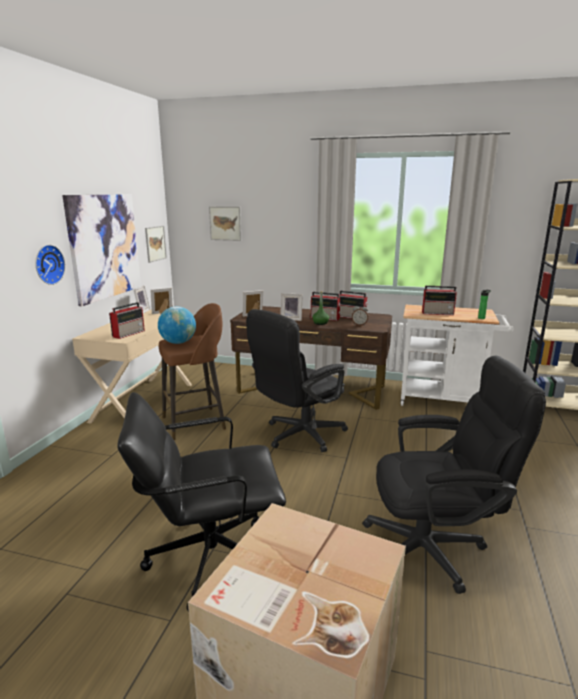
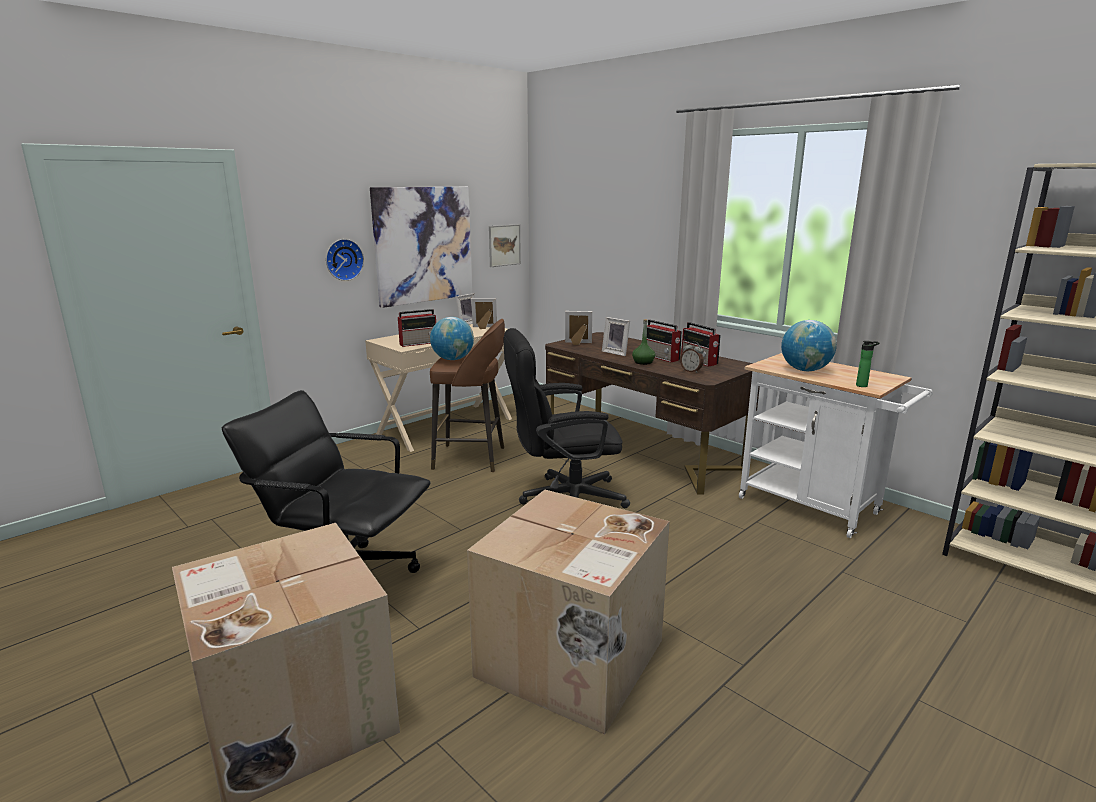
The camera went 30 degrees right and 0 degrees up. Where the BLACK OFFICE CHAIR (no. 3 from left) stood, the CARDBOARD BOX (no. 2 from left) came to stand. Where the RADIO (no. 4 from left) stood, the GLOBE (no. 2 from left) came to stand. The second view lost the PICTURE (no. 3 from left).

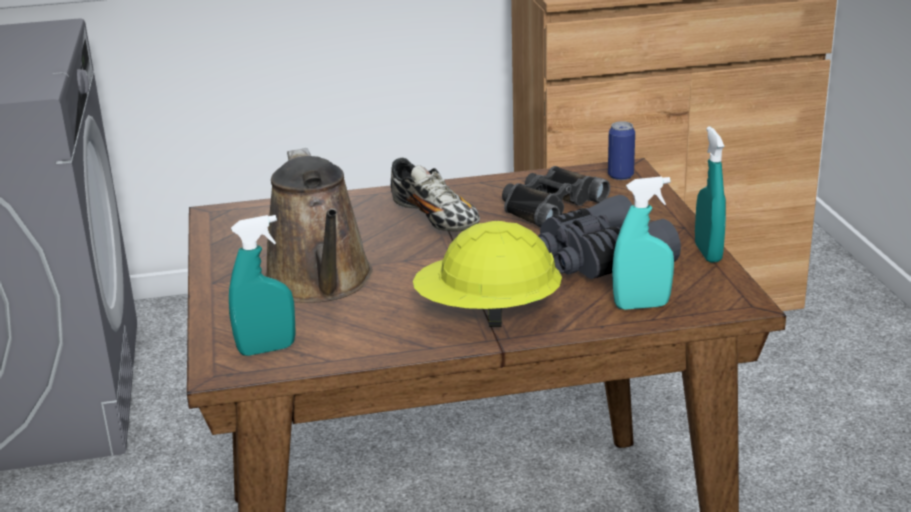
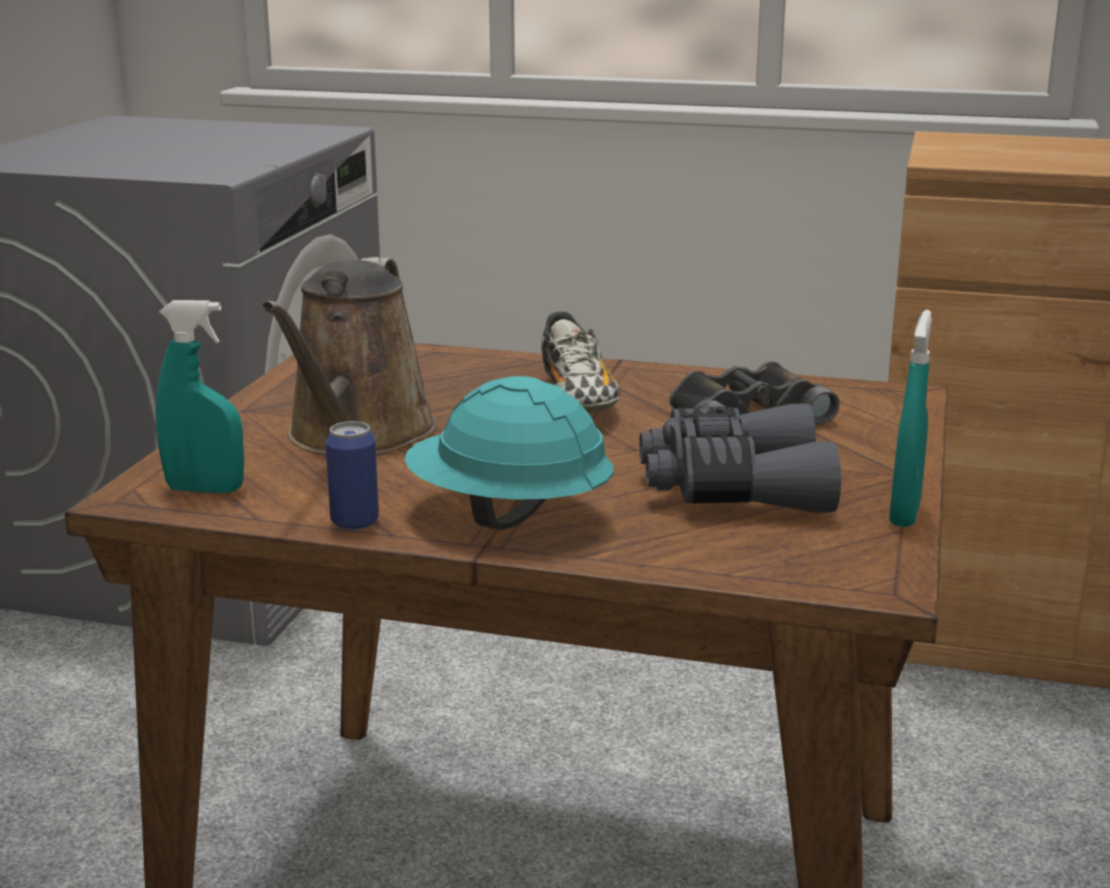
The camera went 25 degrees right and 5 degrees down. The CAN ended up elsewhere. What was the YELLOW HARD HAT turned into the TURQUOISE HARD HAT. The second view lost the TURQUOISE SPRAY BOTTLE (no. 2 from left).

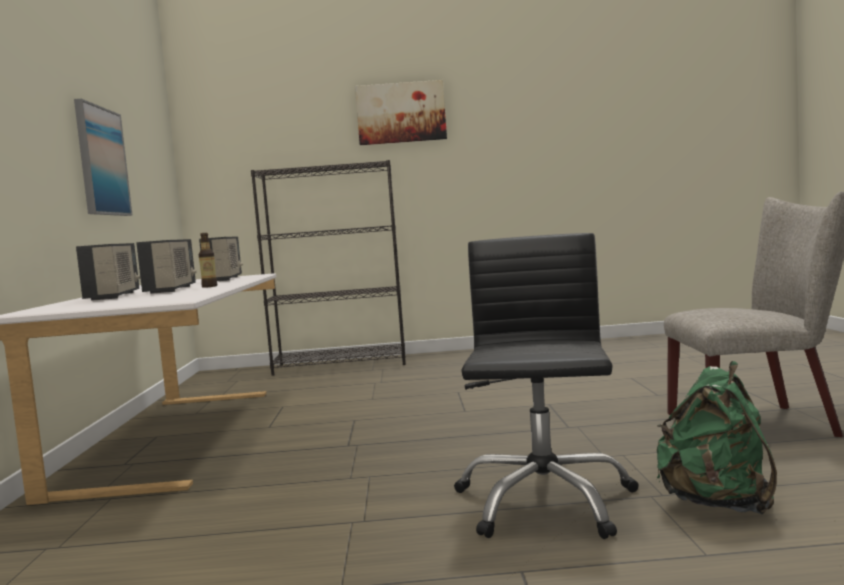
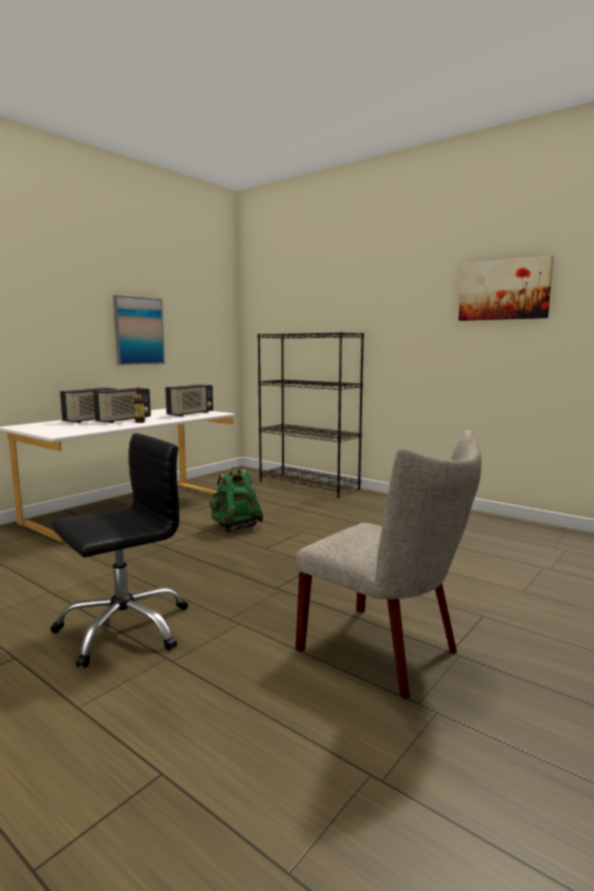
The camera went 40 degrees right and 5 degrees up. The GREEN BACKPACK ended up elsewhere. The PICTURE (no. 2 from left) ended up elsewhere.

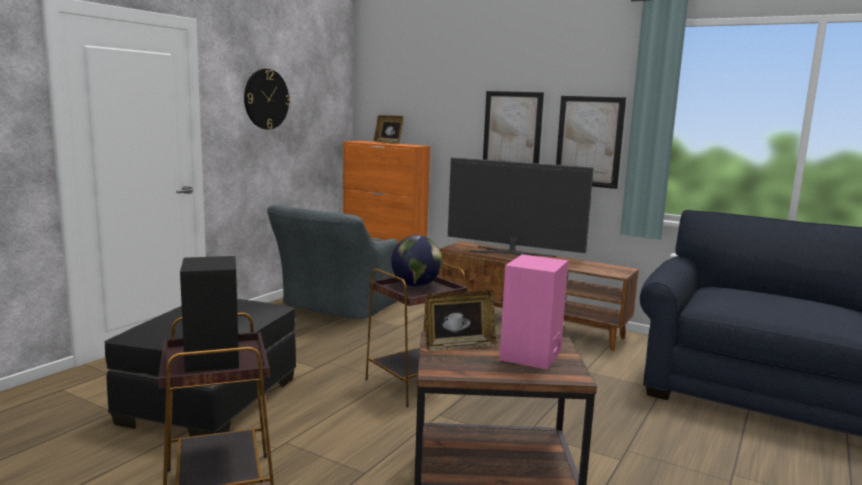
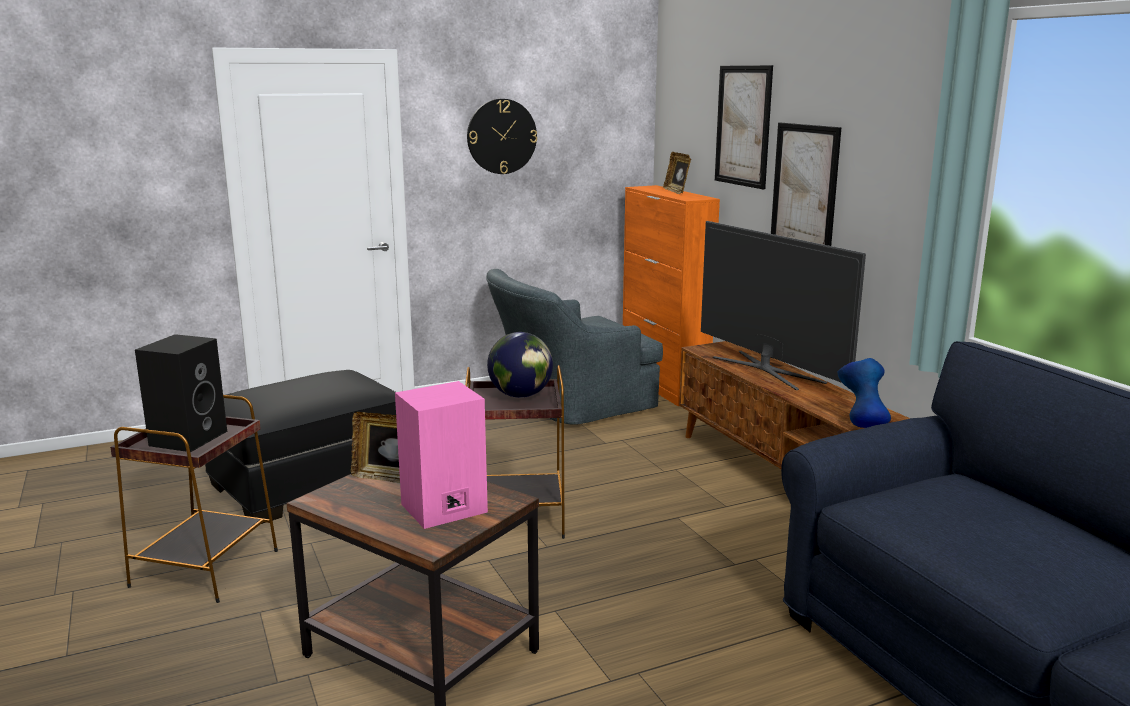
The camera went 35 degrees right and 5 degrees up. The PICTURE (no. 2 from left in the first image) ended up elsewhere. The second view gained the BLUE VASE.

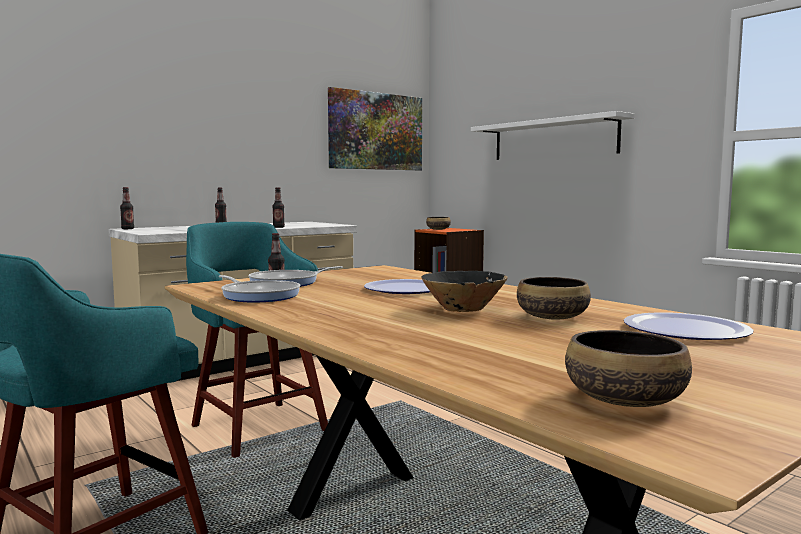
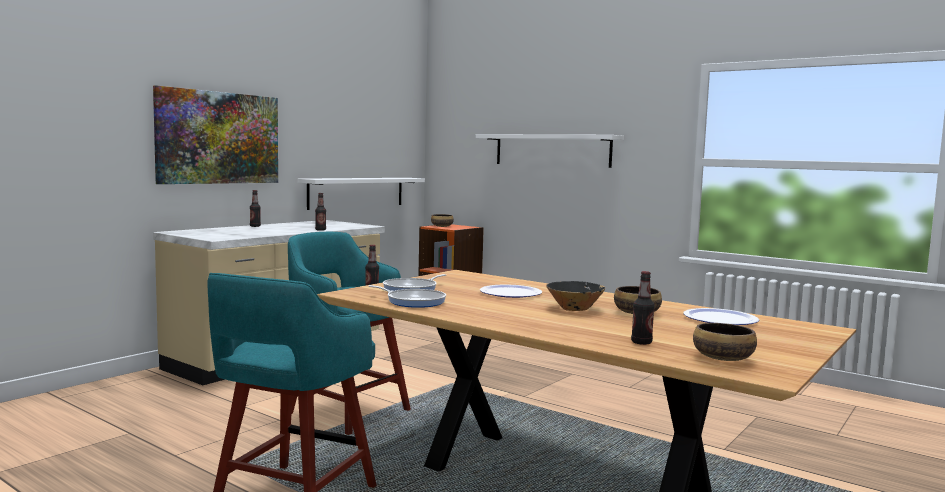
The camera went 15 degrees left and 0 degrees up. The PICTURE ended up elsewhere. The second view gained the WHITE SHELF (no. 1 from left). The BOTTLE (no. 1 from left in the first image) ended up elsewhere.

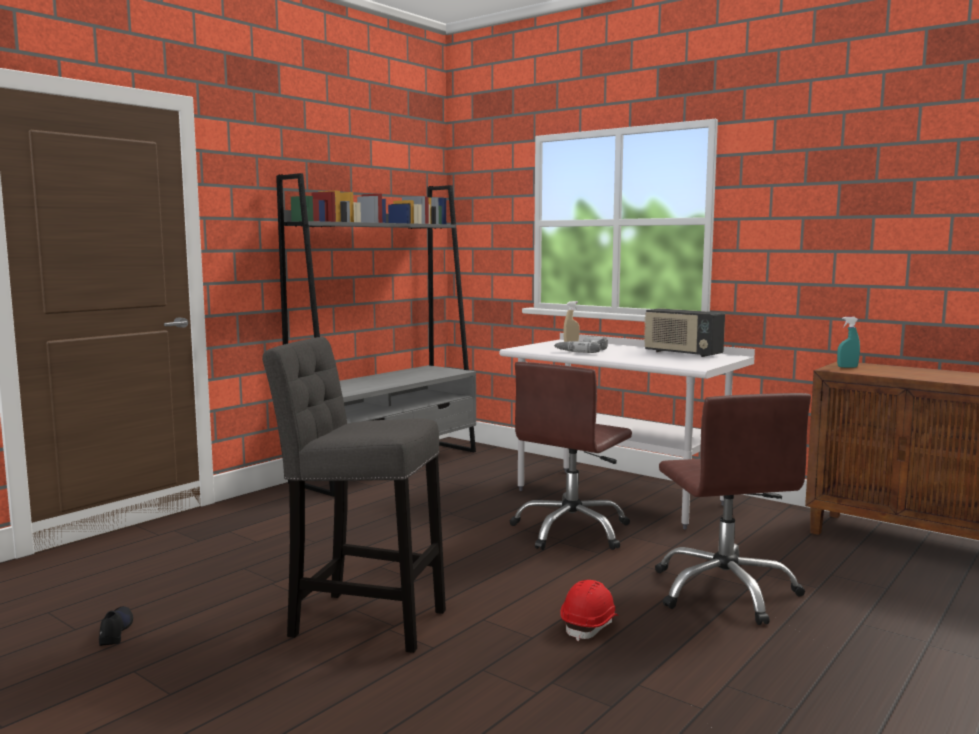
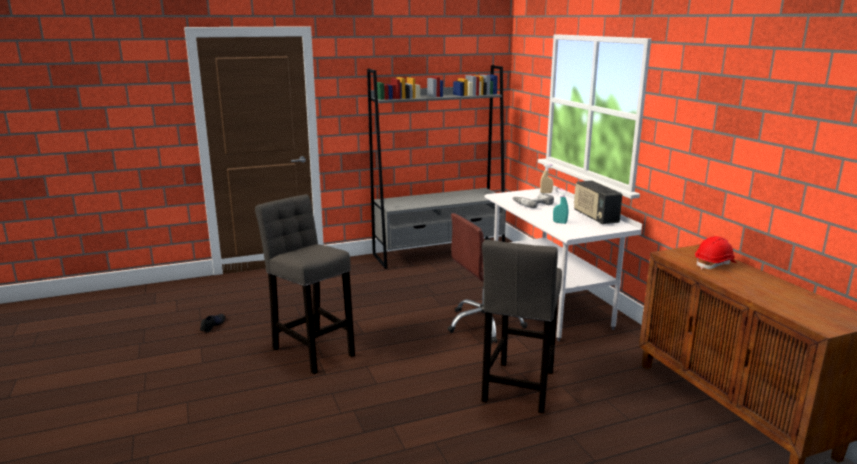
The camera went 30 degrees right and 10 degrees up. Where the BROWN OFFICE CHAIR (no. 2 from left) stood, the GREY STOOL (no. 2 from left) came to stand. The TURQUOISE SPRAY BOTTLE ended up elsewhere. The RED HARD HAT ended up elsewhere.

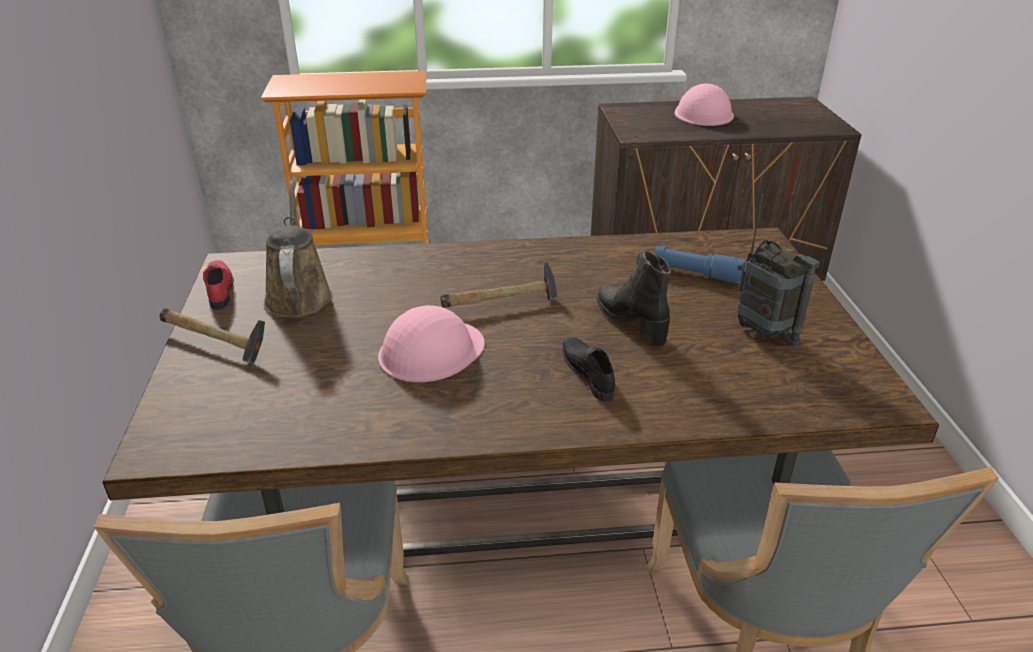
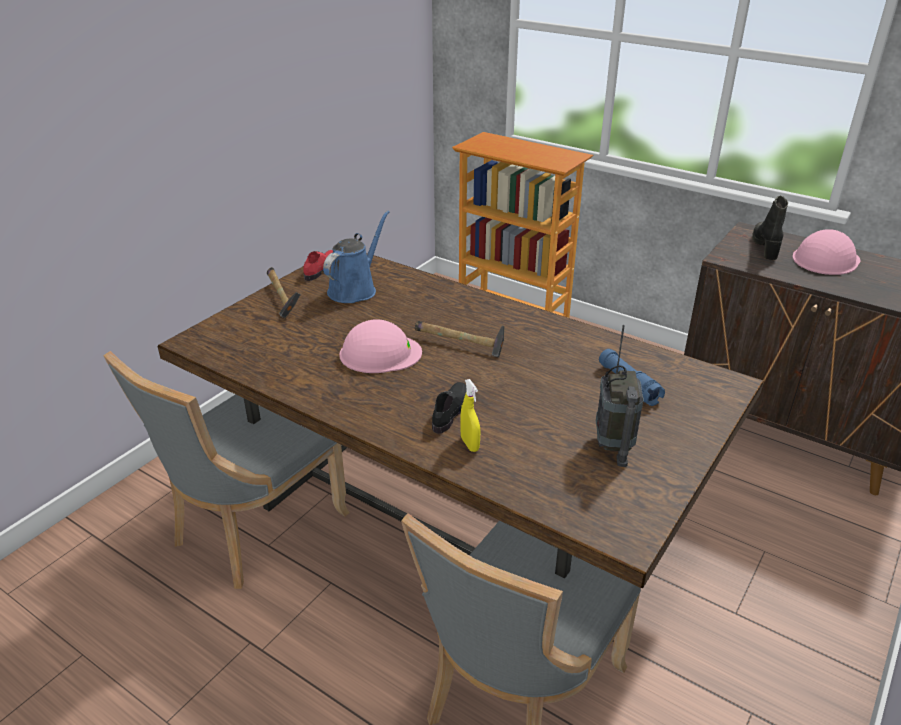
The camera went 40 degrees right and 0 degrees up. What was the BROWN WATERING CAN turned into the BLUE WATERING CAN. The second view gained the YELLOW SPRAY BOTTLE. The BLACK BOOT ended up elsewhere.

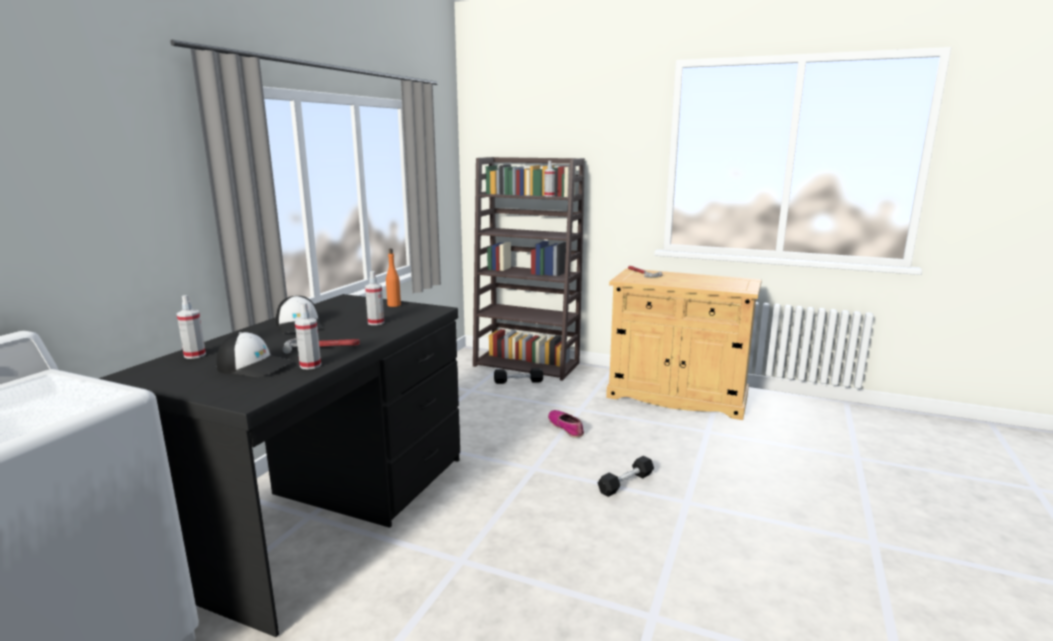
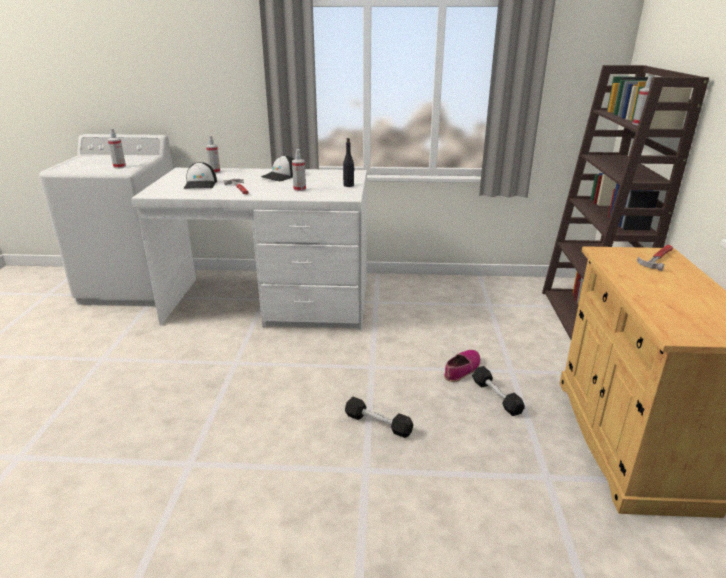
The camera went 70 degrees right and 10 degrees up. The SPRAY BOTTLE (no. 2 from left in the first image) ended up elsewhere. What was the BLACK DESK turned into the WHITE DESK. What was the ORANGE BOTTLE turned into the BLACK BOTTLE. The BLACK DUMBBELL (no. 1 from left in the first image) ended up elsewhere.

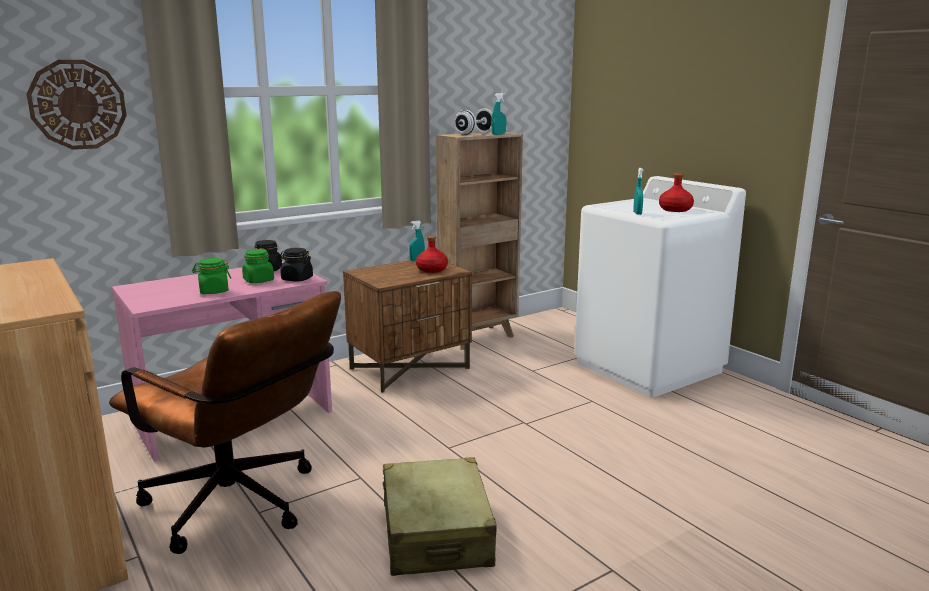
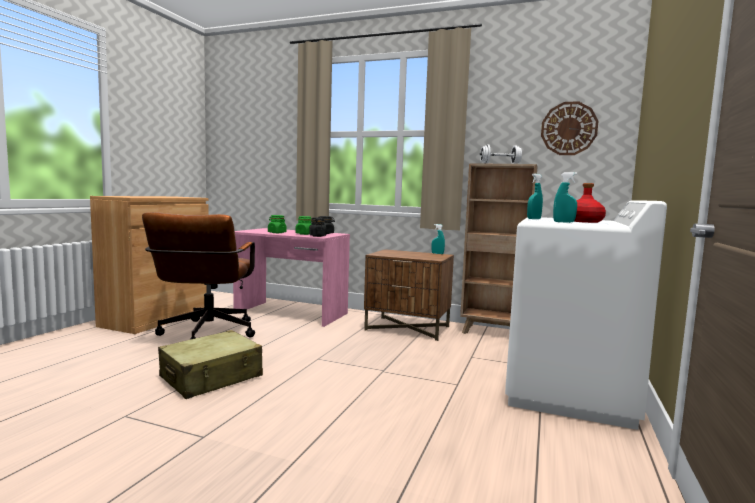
The camera went 55 degrees right and 10 degrees down. The WALL CLOCK ended up elsewhere. The TURQUOISE SPRAY BOTTLE (no. 2 from left in the first image) ended up elsewhere. The second view lost the RED BOTTLE (no. 1 from left).

